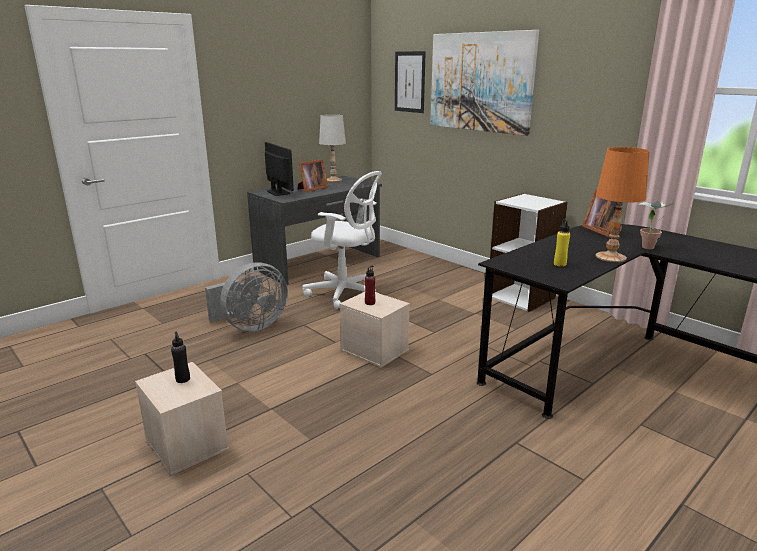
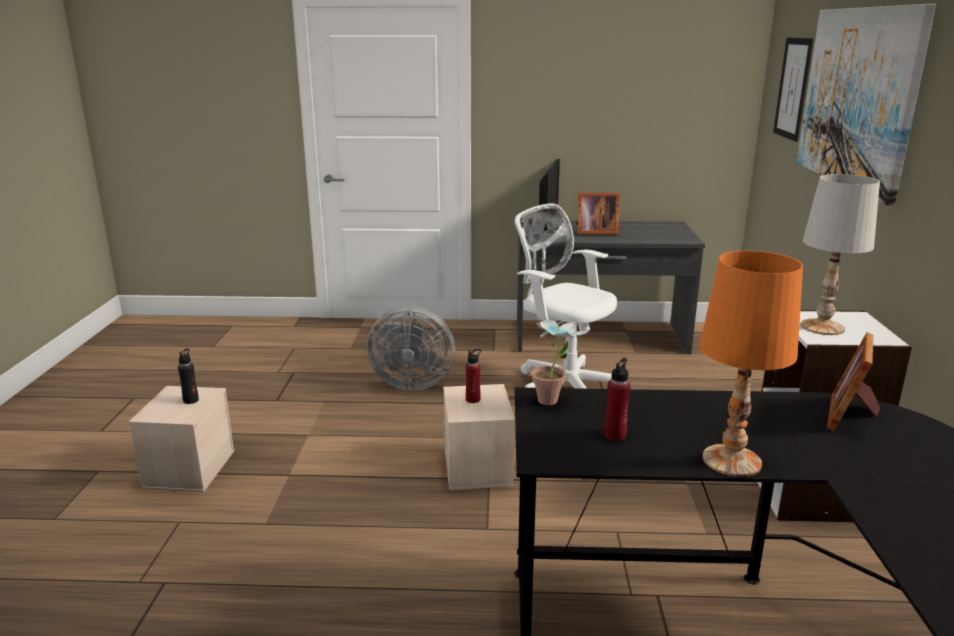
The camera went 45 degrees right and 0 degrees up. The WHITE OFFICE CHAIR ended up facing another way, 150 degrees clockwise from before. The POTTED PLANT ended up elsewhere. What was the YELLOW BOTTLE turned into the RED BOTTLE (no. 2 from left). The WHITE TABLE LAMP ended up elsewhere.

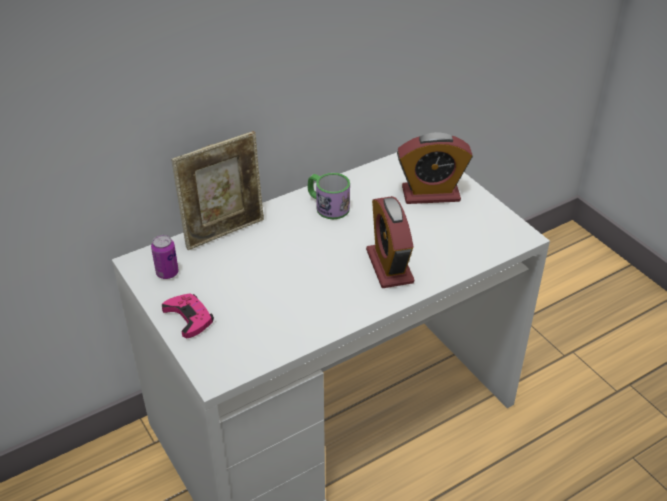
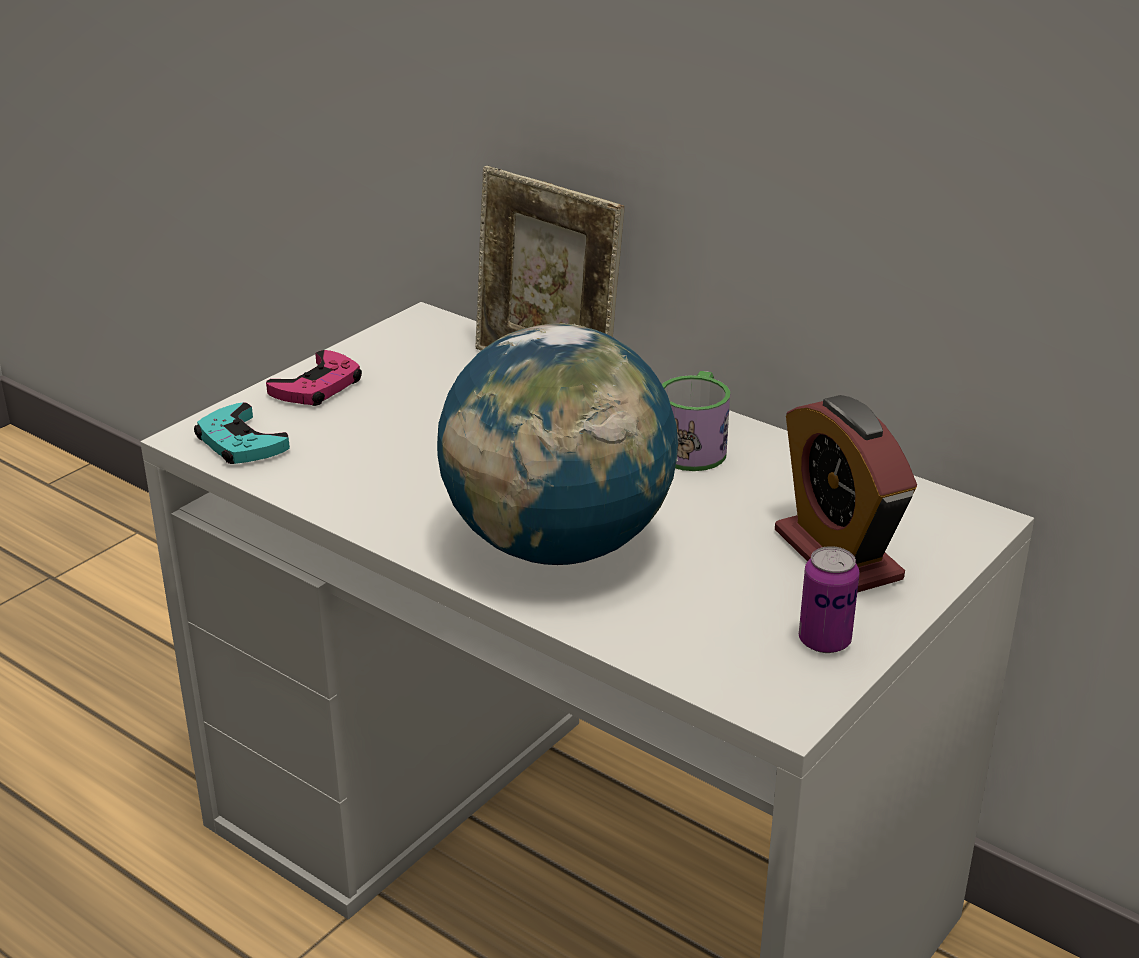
The camera went 70 degrees right and 10 degrees down. The second view gained the TURQUOISE GAME CONTROLLER. Where the ALARM CLOCK (no. 1 from left) stood, the GLOBE came to stand. The CAN ended up elsewhere.

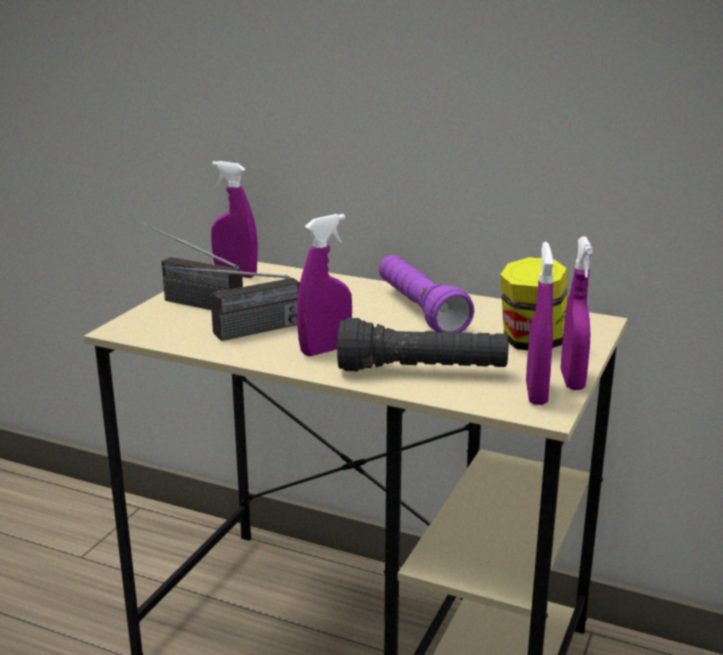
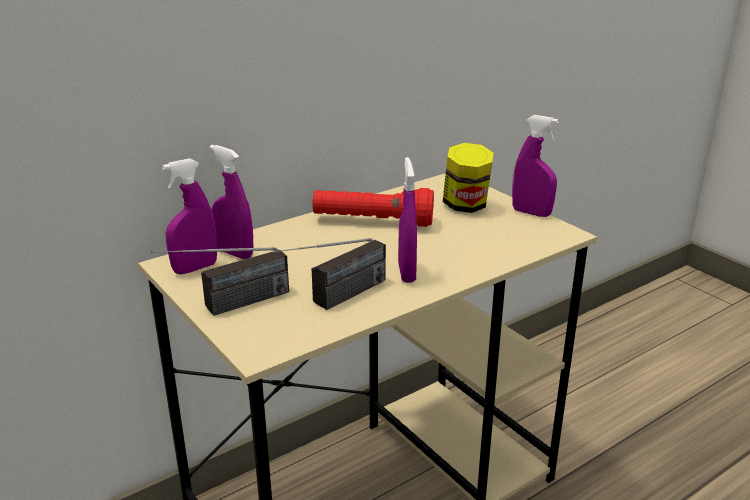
The camera went 60 degrees left and 5 degrees up. The PURPLE SPRAY BOTTLE (no. 3 from left in the first image) ended up elsewhere. The RADIO (no. 2 from left) ended up facing another way, 45 degrees clockwise from before. What was the PURPLE FLASHLIGHT turned into the RED FLASHLIGHT. The second view lost the BLACK FLASHLIGHT.

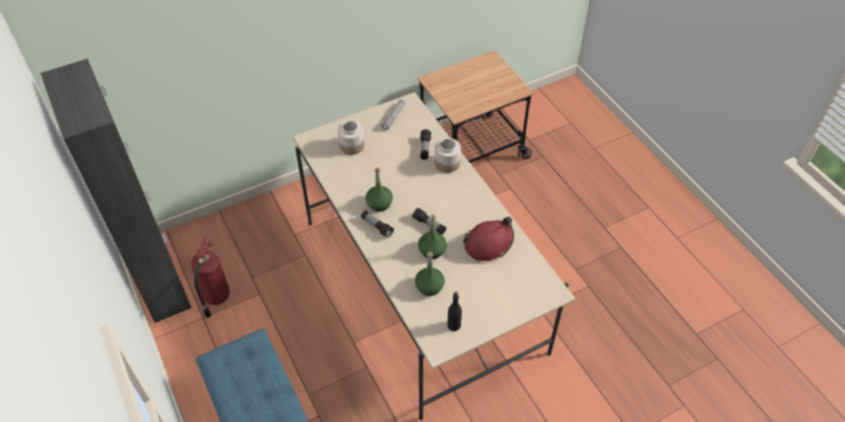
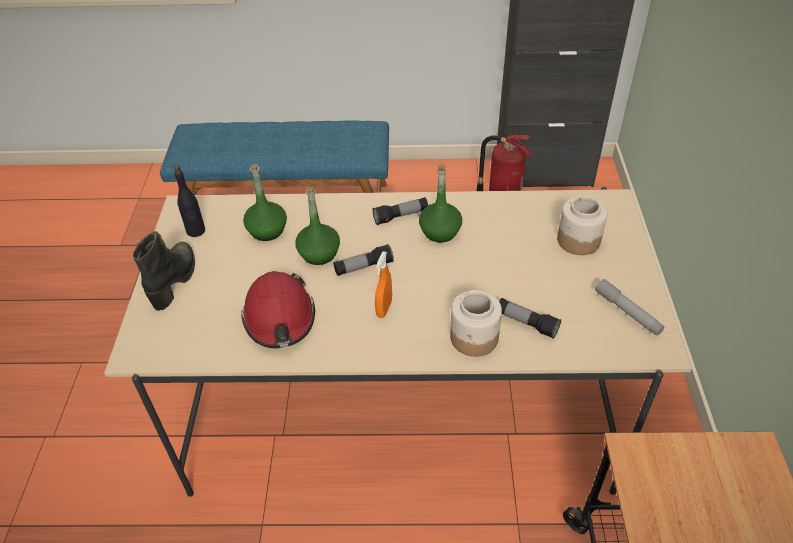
The camera went 120 degrees right and 5 degrees down. The second view gained the BLACK BOOT. The second view gained the ORANGE SPRAY BOTTLE.

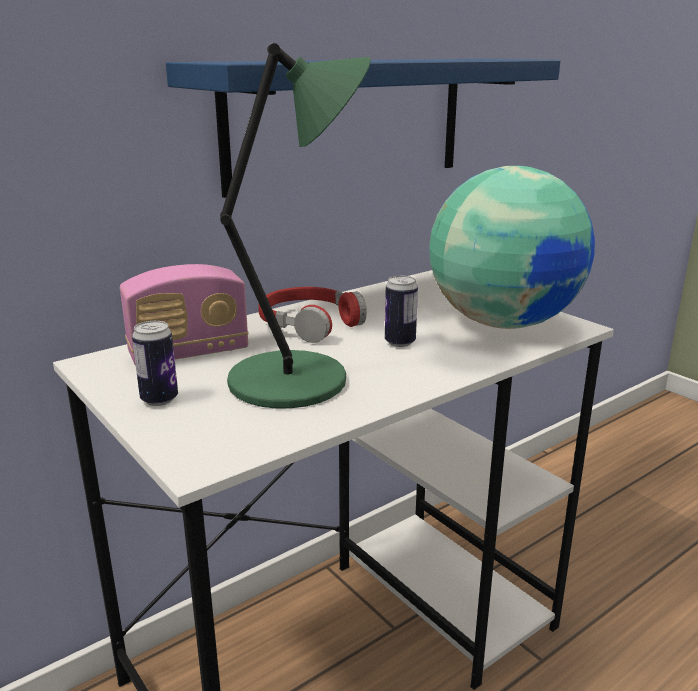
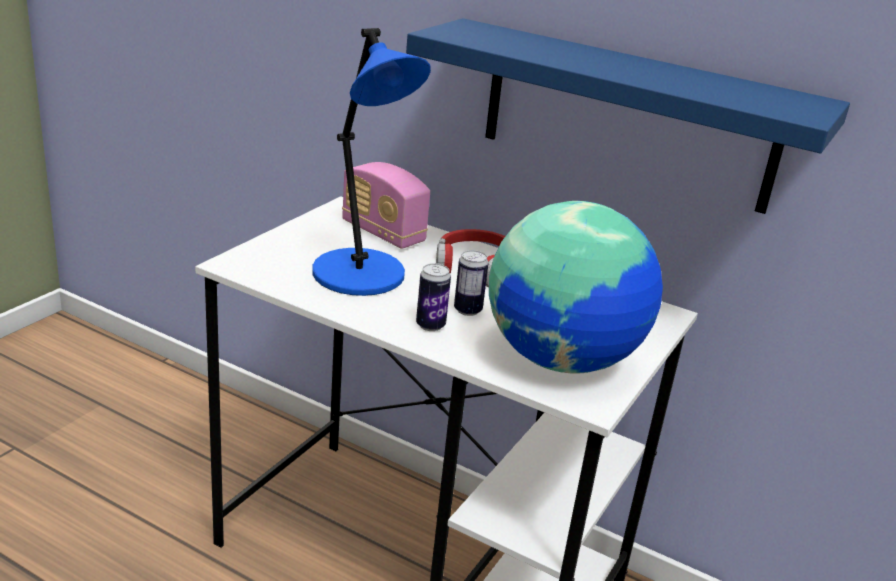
The camera went 65 degrees right and 5 degrees up. What was the GREEN TABLE LAMP turned into the BLUE TABLE LAMP. The CAN (no. 1 from left) ended up elsewhere.

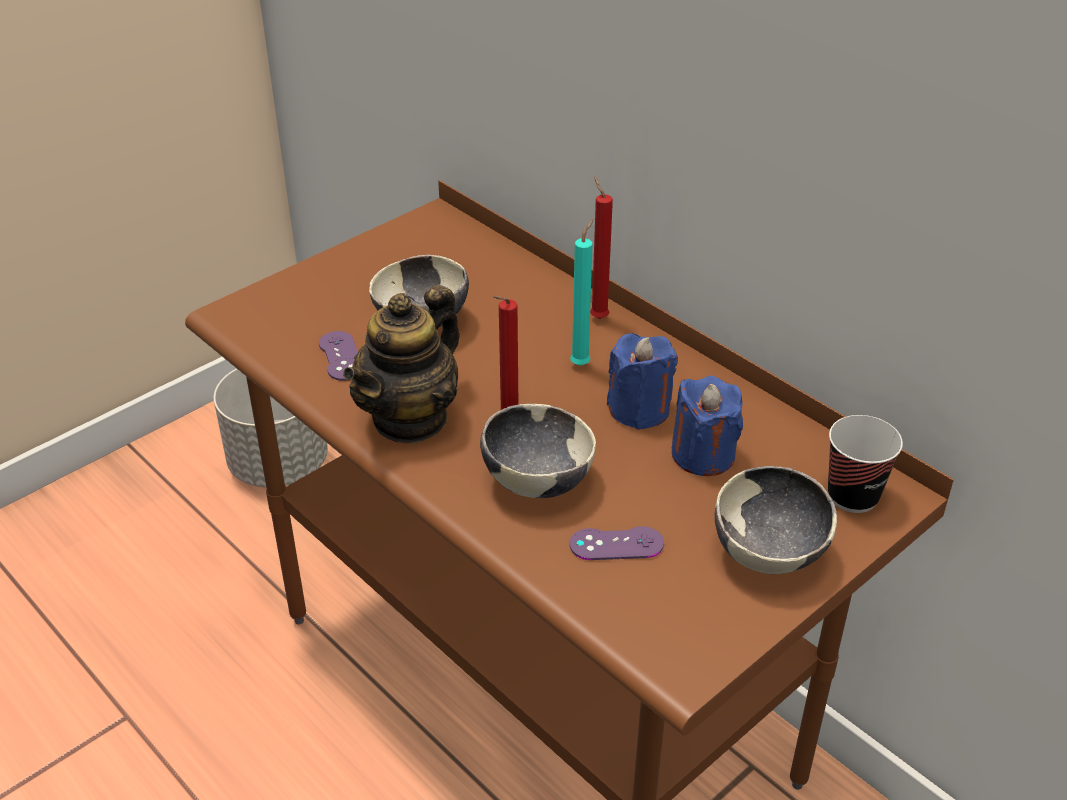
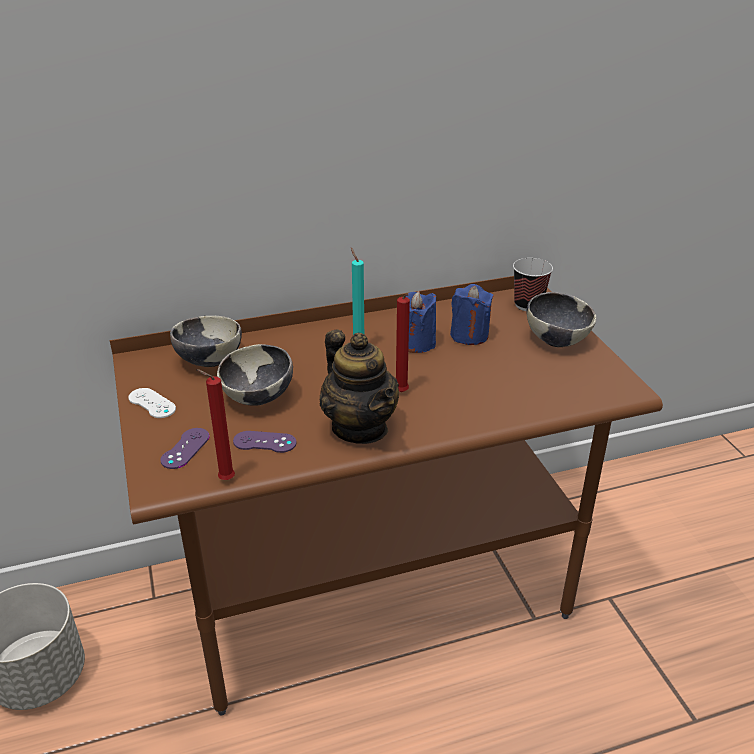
The camera went 65 degrees left and 5 degrees down. The second view gained the WHITE GAME CONTROLLER. The PURPLE GAME CONTROLLER (no. 2 from left in the first image) ended up elsewhere. The BOWL (no. 2 from left in the first image) ended up elsewhere. The RED CANDLE (no. 2 from left in the first image) ended up elsewhere.

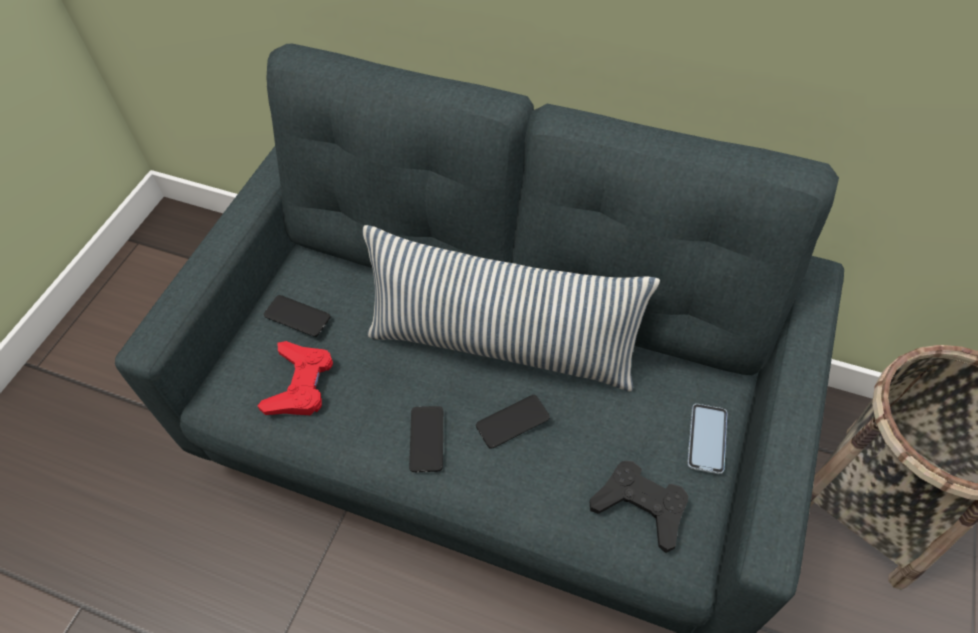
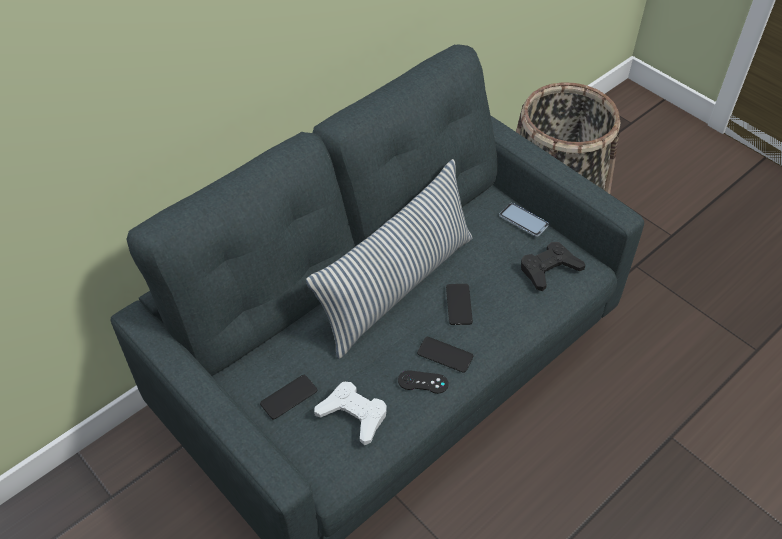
The camera went 65 degrees left and 5 degrees down. What was the RED GAME CONTROLLER turned into the WHITE GAME CONTROLLER. The second view gained the BLACK GAME CONTROLLER (no. 1 from left).

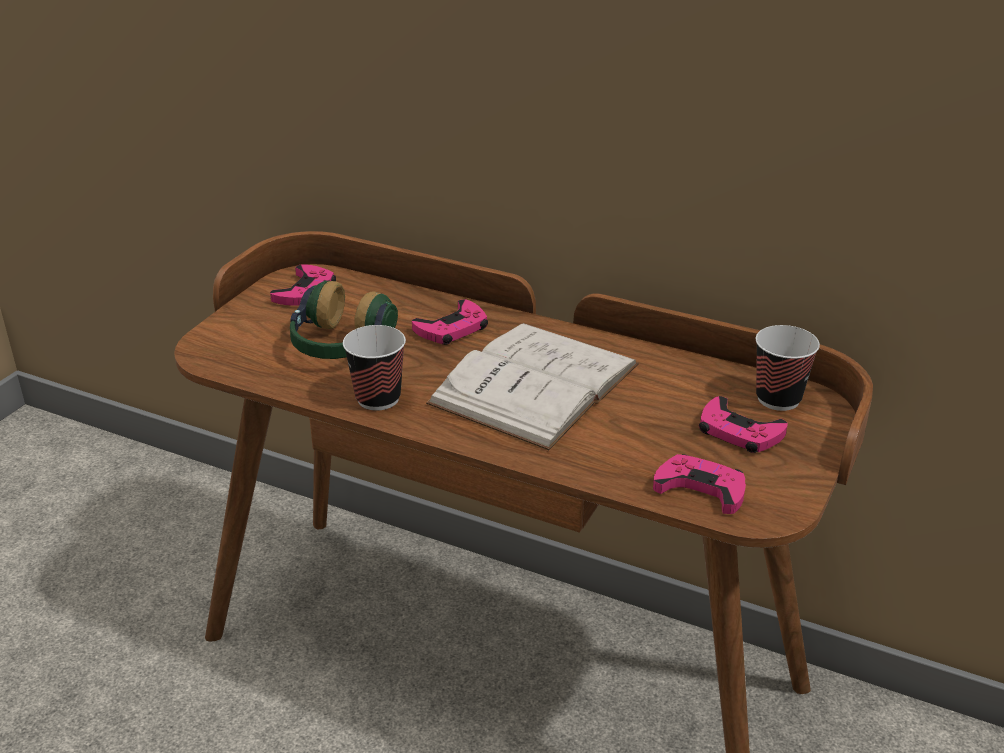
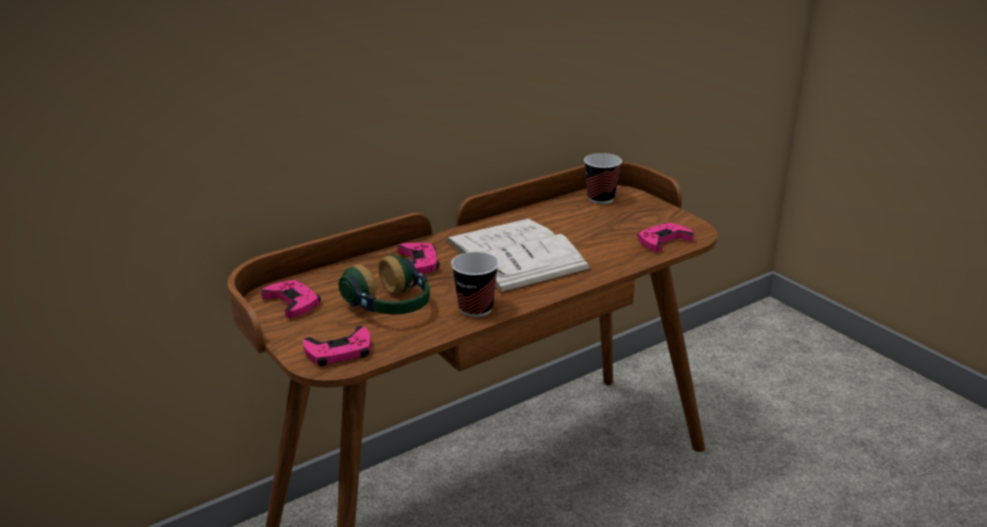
The camera went 60 degrees left and 5 degrees down. The PINK GAME CONTROLLER (no. 4 from left in the first image) ended up elsewhere.

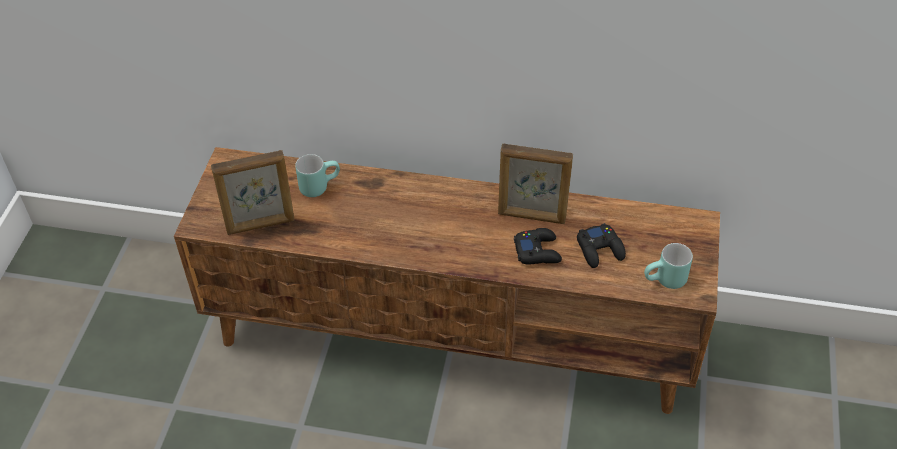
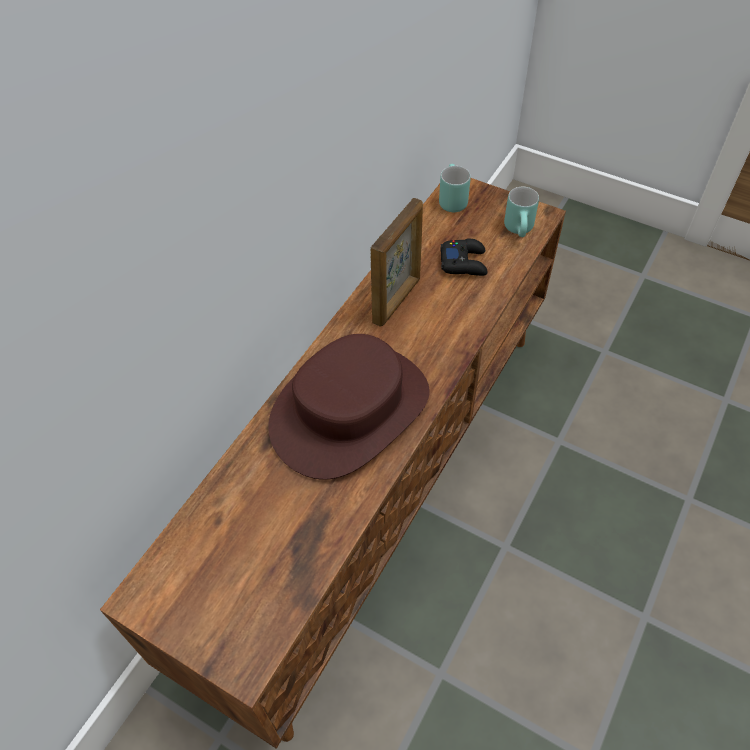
The camera went 70 degrees left and 5 degrees up. The second view gained the BROWN HAT. The TURQUOISE MUG (no. 1 from left) ended up elsewhere. The second view lost the PICTURE FRAME (no. 1 from left). The second view lost the BLACK GAME CONTROLLER (no. 1 from left).

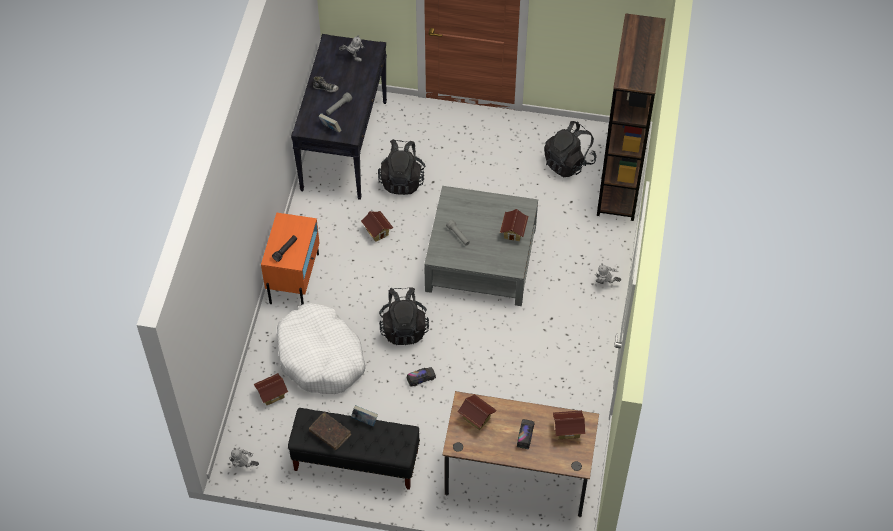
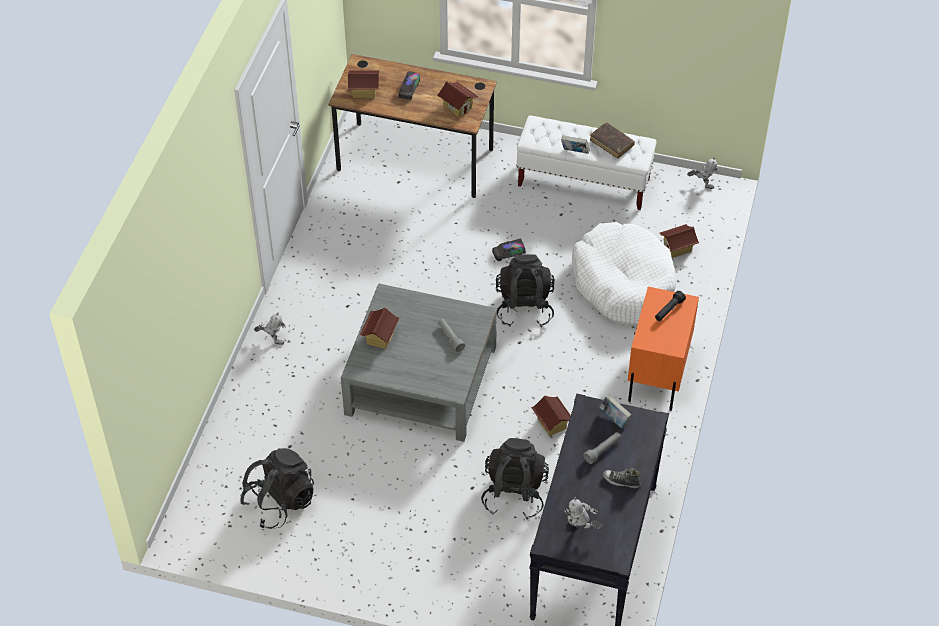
The camera went 175 degrees left and 5 degrees down. What was the BLACK BENCH turned into the WHITE BENCH. The second view lost the BROWN BOOKCASE.

